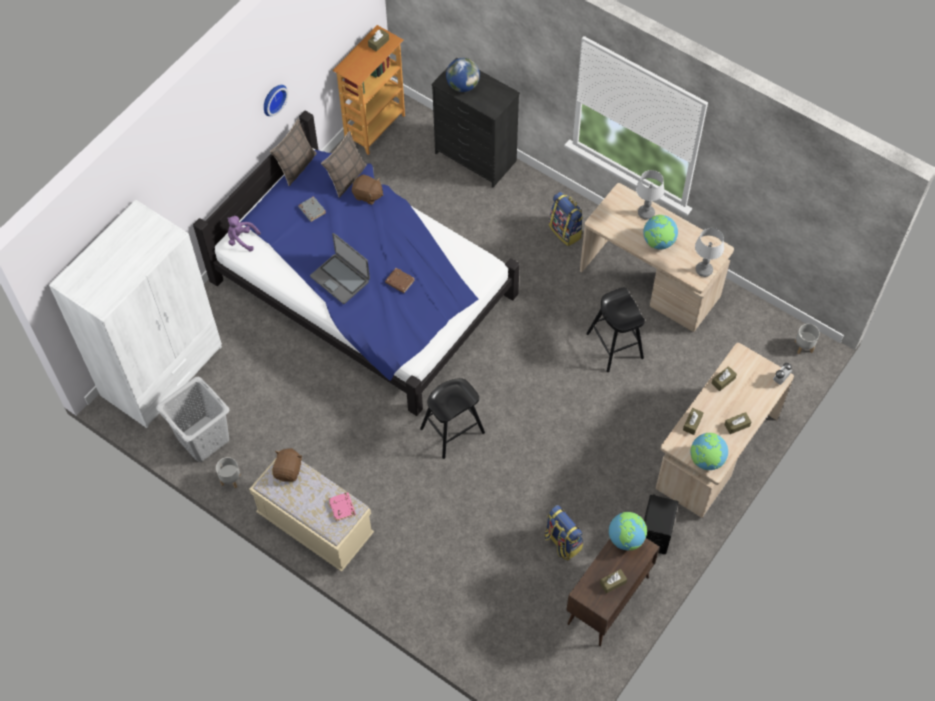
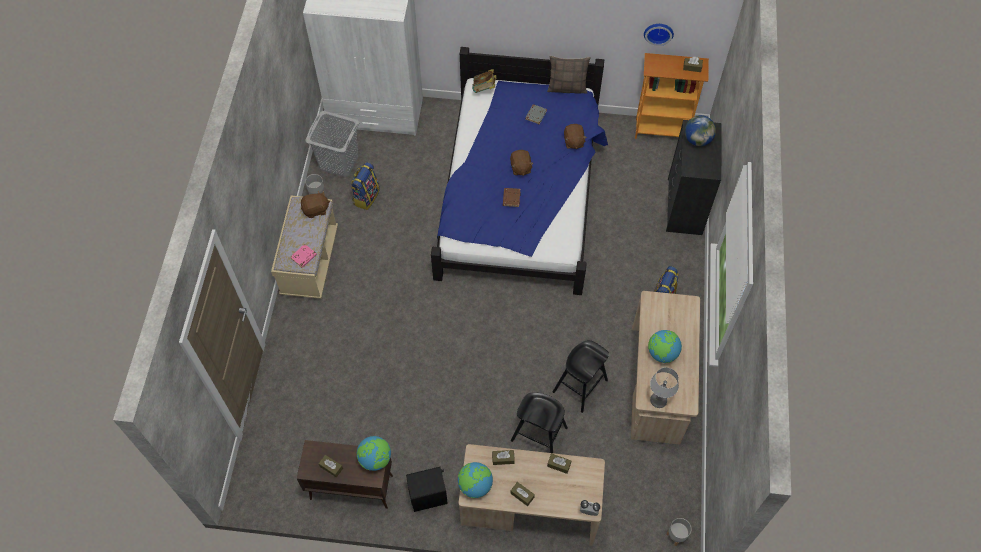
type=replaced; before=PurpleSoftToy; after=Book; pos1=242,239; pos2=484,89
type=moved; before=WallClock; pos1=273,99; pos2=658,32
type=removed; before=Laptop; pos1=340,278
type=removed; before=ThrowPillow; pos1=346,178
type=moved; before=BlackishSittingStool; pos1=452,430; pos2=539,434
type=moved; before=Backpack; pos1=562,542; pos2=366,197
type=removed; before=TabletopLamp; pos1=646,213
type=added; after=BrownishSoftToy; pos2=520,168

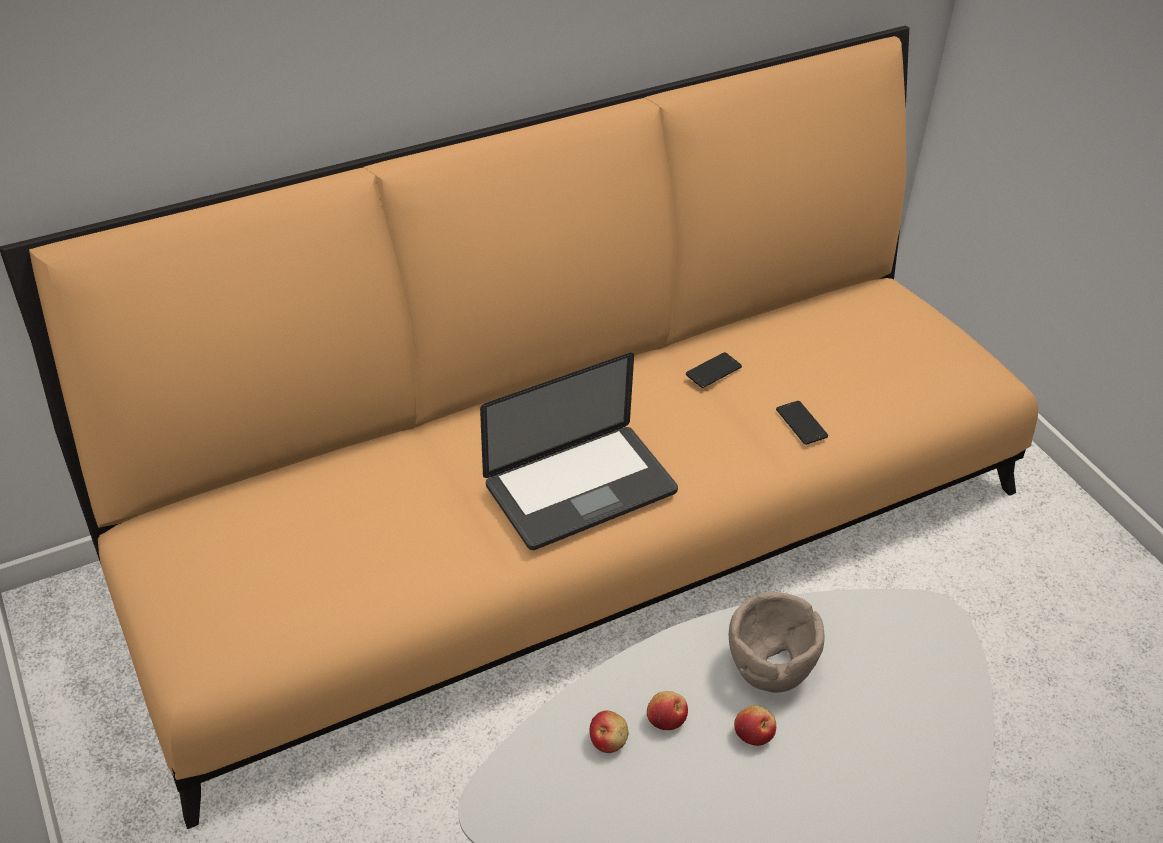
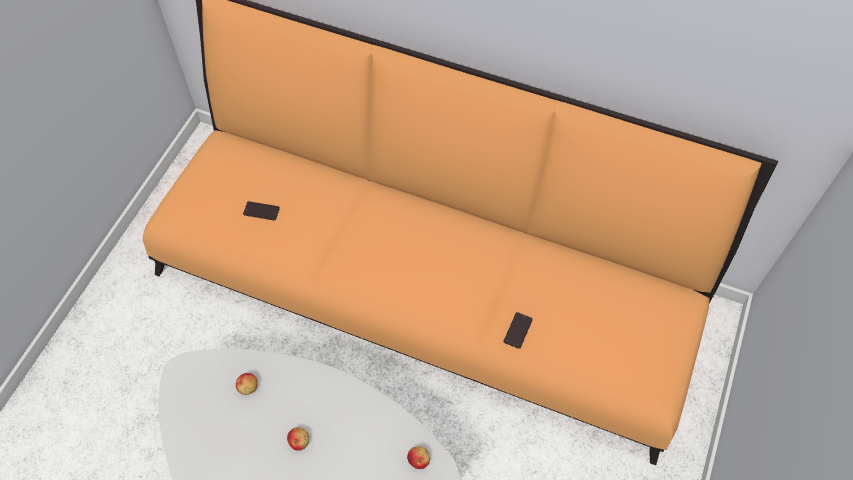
type=removed; before=Laptop; pos1=580,489
type=moved; before=WholeApple; pos1=666,719; pos2=419,460
type=moved; before=Phone; pos1=713,371; pos2=261,211
type=removed; before=BrownishServingBowl; pos1=770,666

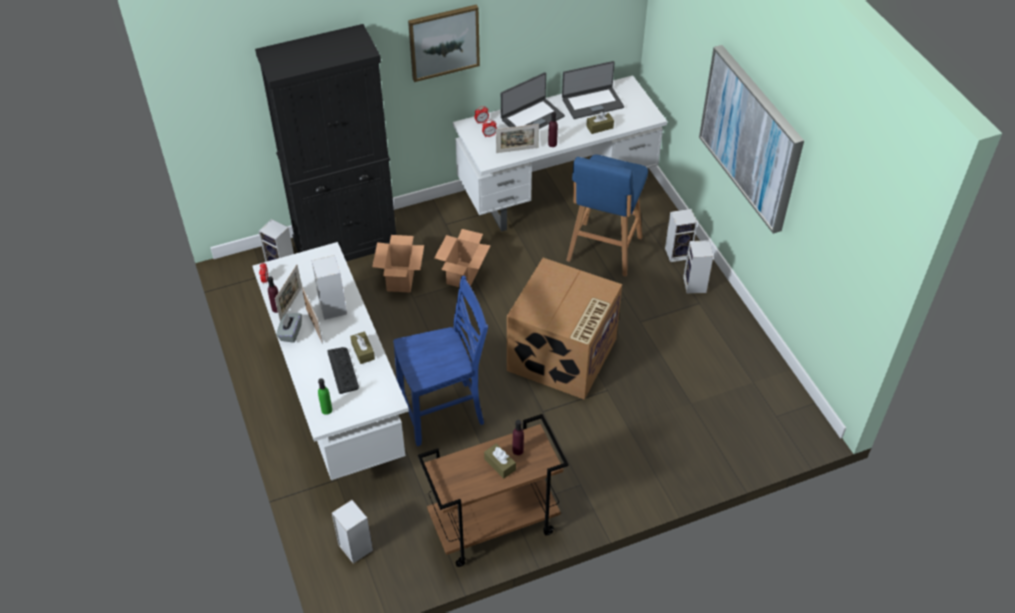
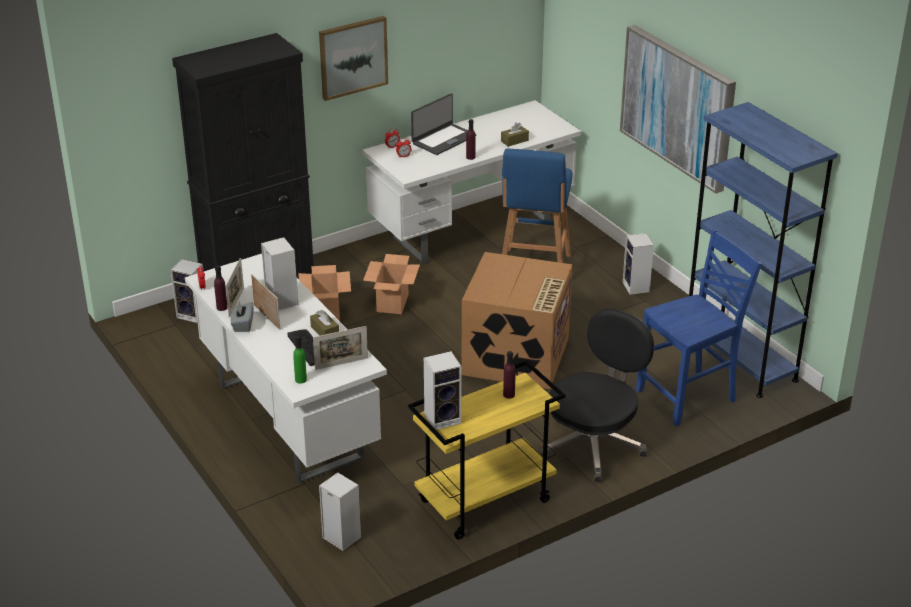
type=moved; before=BlueColouredPlainChair; pos1=443,412; pos2=689,397
type=recoloured; before=BrownishCart; after=YellowishCart; pos1=493,526; pos2=484,502
type=removed; before=BrownishBoxOfTissues; pos1=500,464
type=moved; before=PictureFrame; pos1=517,150; pos2=341,364
type=removed; before=Laptop; pos1=592,103
type=moved; before=AudioSpeaker; pos1=678,253; pos2=443,418
type=added; after=BlackishDeskChair; pos2=593,445
type=added; after=BlueColouredBookcase; pos2=739,359

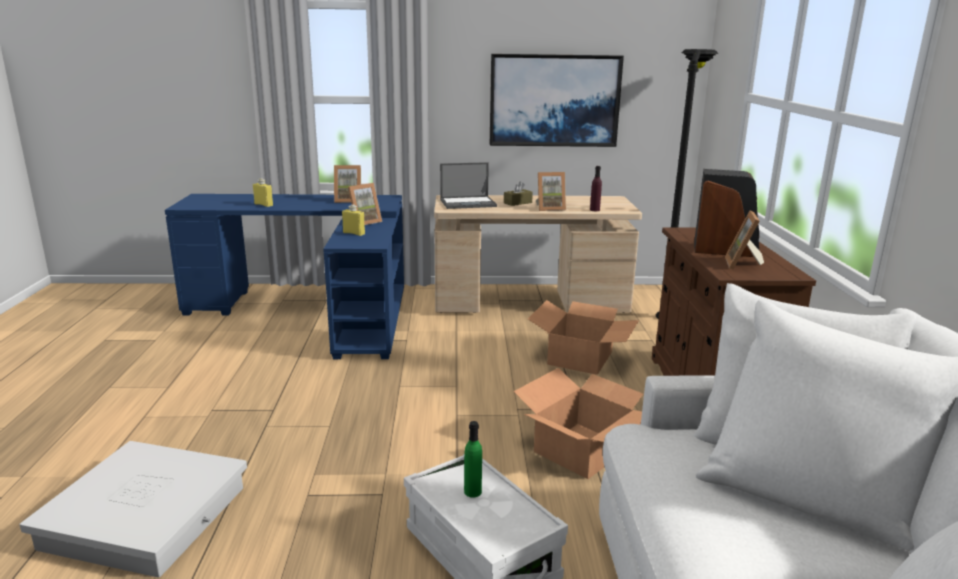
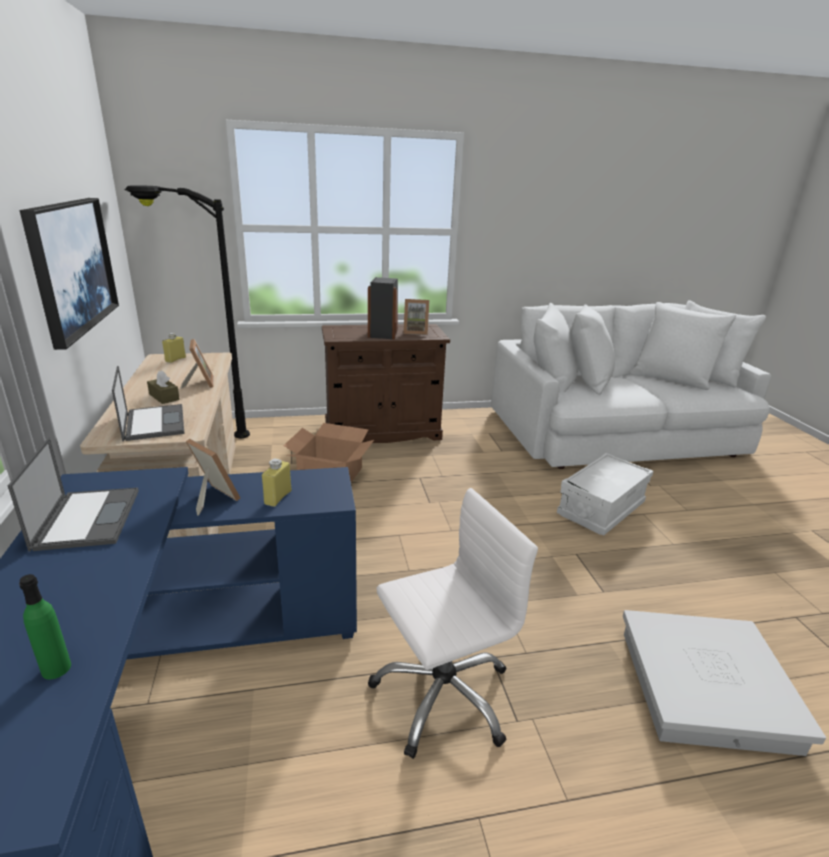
type=moved; before=YellowishDrinkBottle; pos1=263,205; pos2=175,359
type=replaced; before=PictureFrame; after=Laptop; pos1=348,200; pos2=87,518
type=moved; before=GreenDrinkBottle; pos1=472,492; pos2=56,668
type=removed; before=PackingBox; pos1=583,450
type=removed; before=PurpleDrinkBottle; pos1=594,210
type=added; after=WhitishDeskChair; pos2=442,694

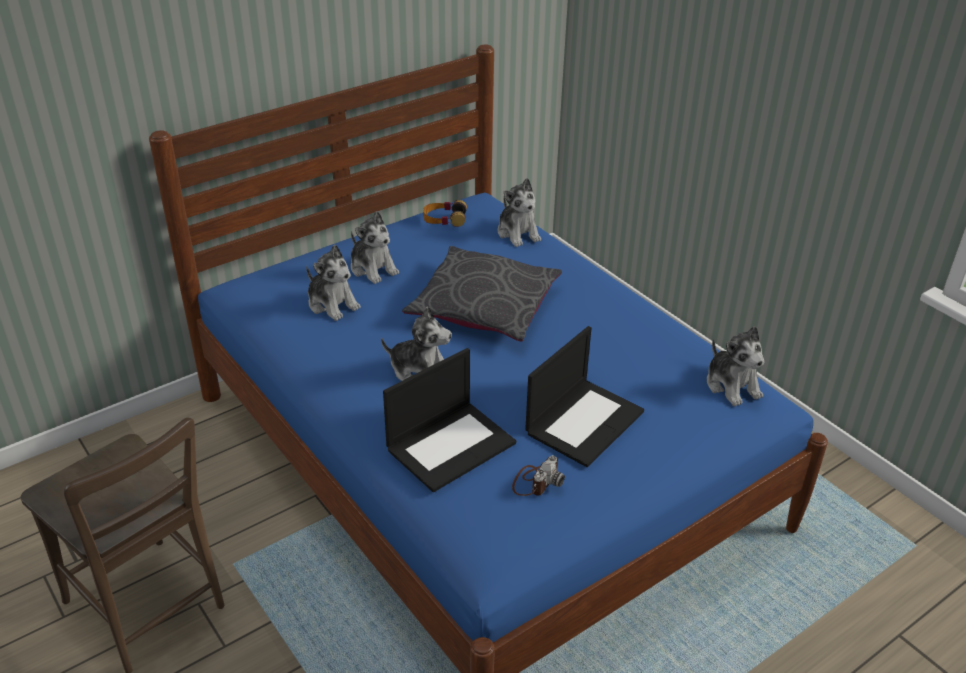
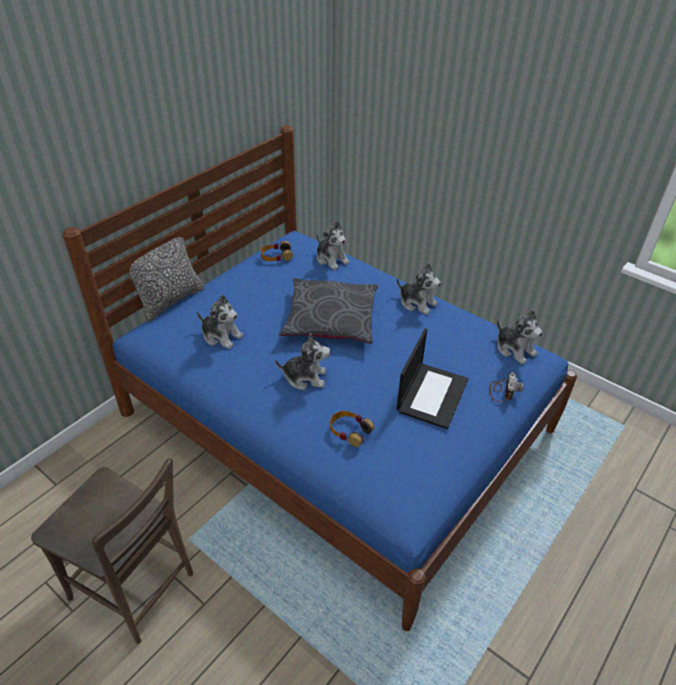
type=moved; before=SoftToy; pos1=373,268; pos2=417,303
type=replaced; before=Laptop; after=PairOfHeadphones; pos1=451,445; pos2=349,431
type=moved; before=PhotoCamera; pos1=536,481; pos2=503,391
type=added; after=ThrowPillow; pos2=170,300

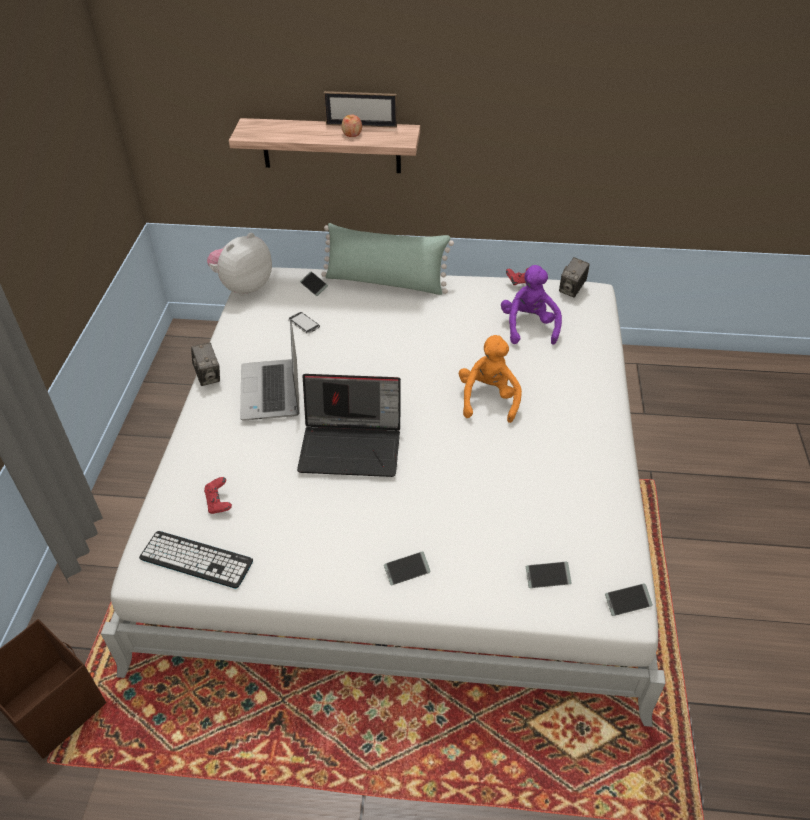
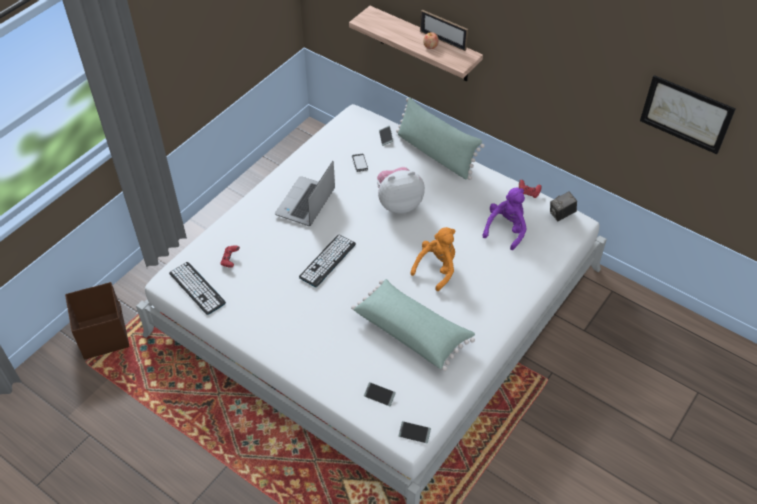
type=removed; before=PhotoCamera; pos1=208,376
type=moved; before=SoftToy; pos1=243,286; pos2=398,203
type=replaced; before=Laptop; after=Keyboard; pos1=352,446; pos2=327,261
type=removed; before=Phone; pos1=407,571
type=added; after=GreenThrowPillow; pos2=412,331
type=added; after=WallPicture; pos2=686,114

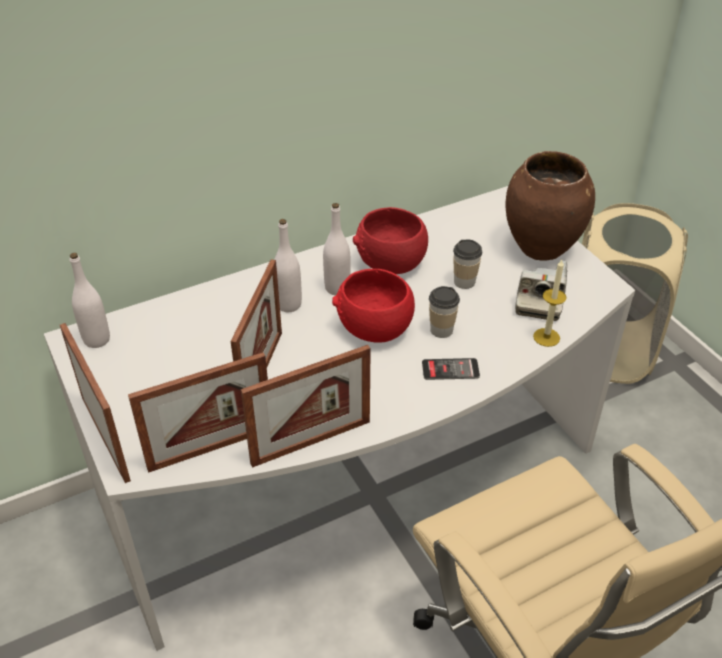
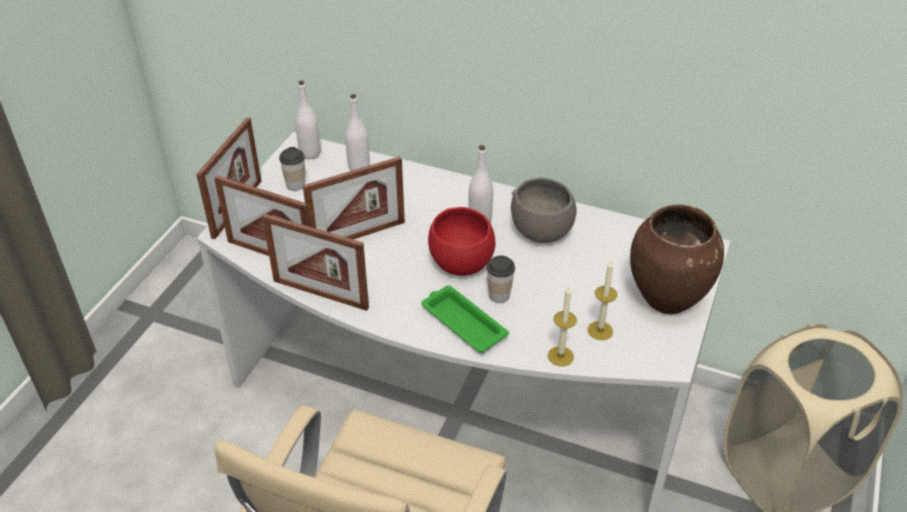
type=moved; before=WhitishDrinkBottle; pos1=288,305; pos2=359,168
type=recoloured; before=RedColouredServingBowl; after=GreyServingBowl; pos1=390,263; pos2=540,230
type=replaced; before=Phone; after=GreenCarryingTray; pos1=450,370; pos2=462,322
type=moved; before=DrinkingCup; pos1=464,282; pos2=295,185
type=replaced; before=PhotoCamera; after=WaxLight; pos1=539,300; pos2=600,330

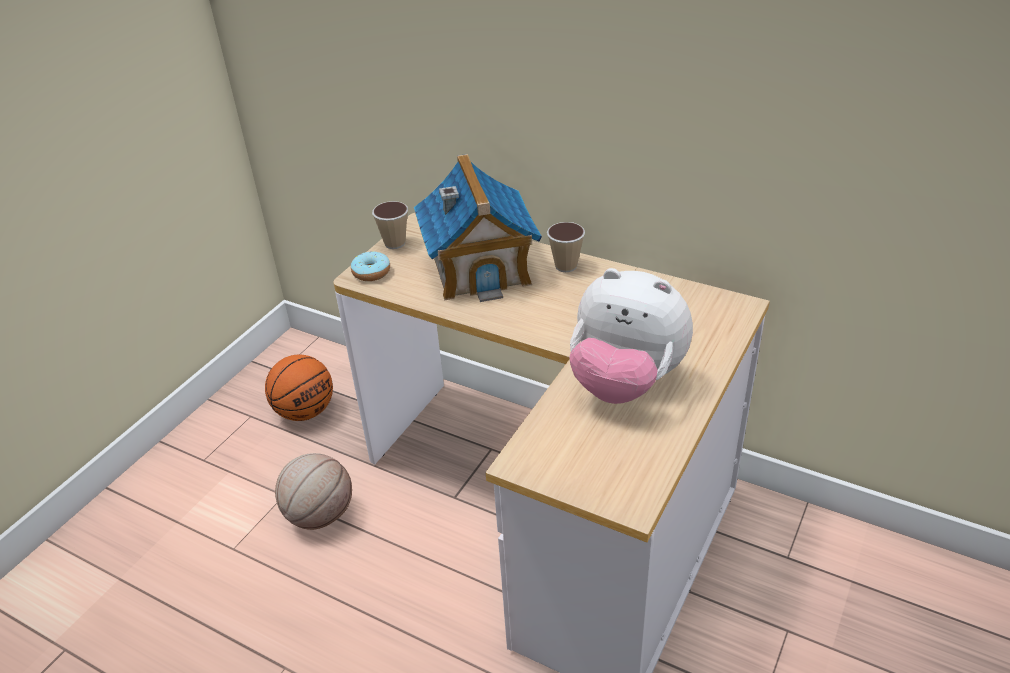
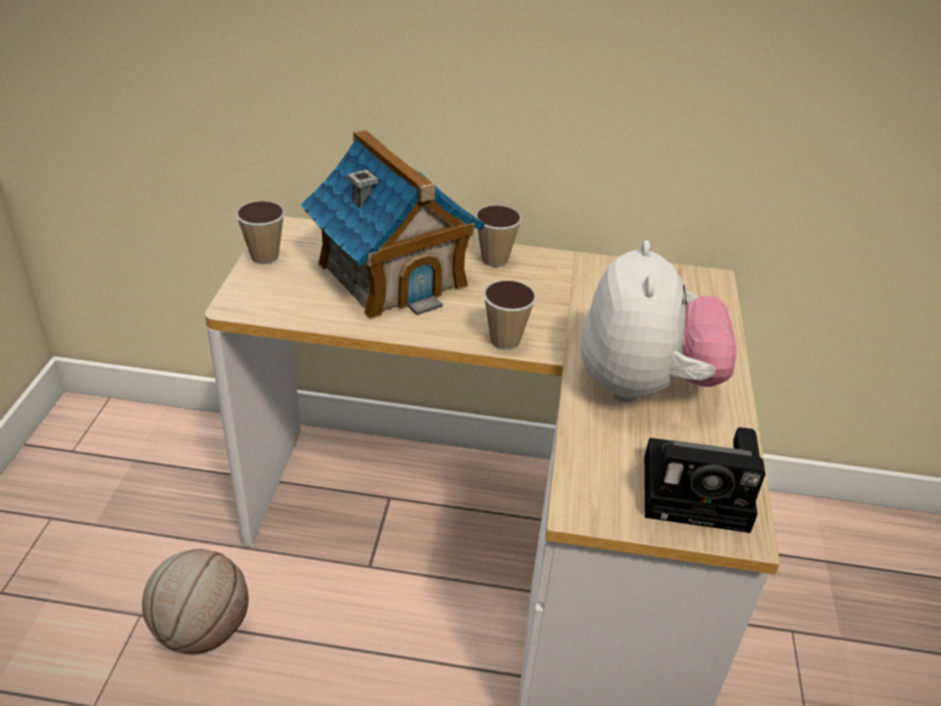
type=removed; before=Basketball; pos1=305,411
type=removed; before=Donut; pos1=371,272
type=turned; before=SoftToy; pos1=625,383; pos2=644,386; turn=-90
type=added; after=DrinkingCup; pos2=505,340
type=added; after=PhotoCamera; pos2=700,493

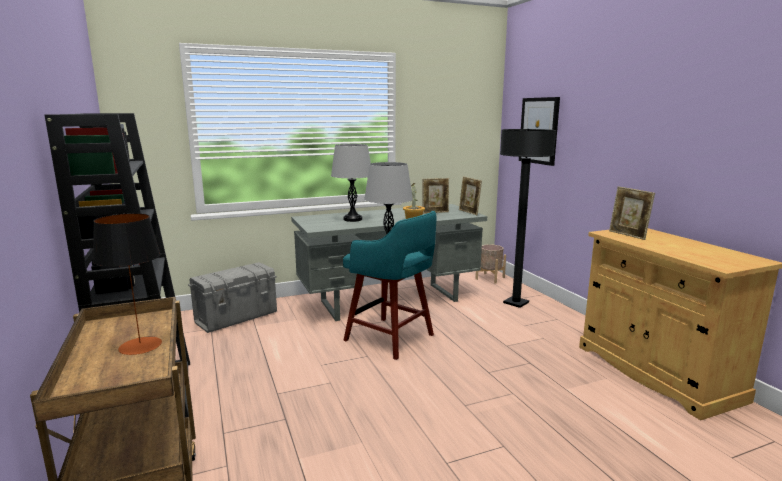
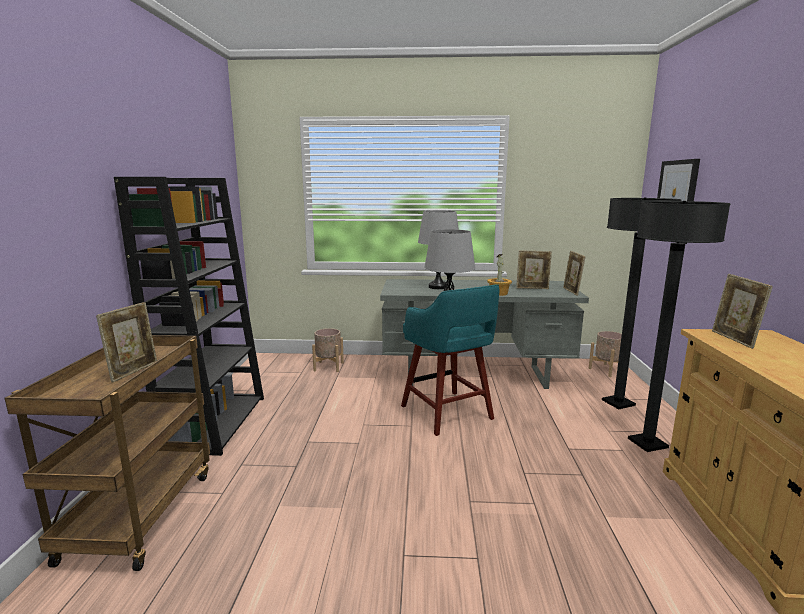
type=replaced; before=TabletopLamp; after=PictureFrame; pos1=140,346; pos2=134,371
type=replaced; before=GreyStorageBin; after=BeigeColouredPlanter; pos1=237,317; pos2=328,366
type=added; after=BlackishStandingLamp; pos2=647,443

